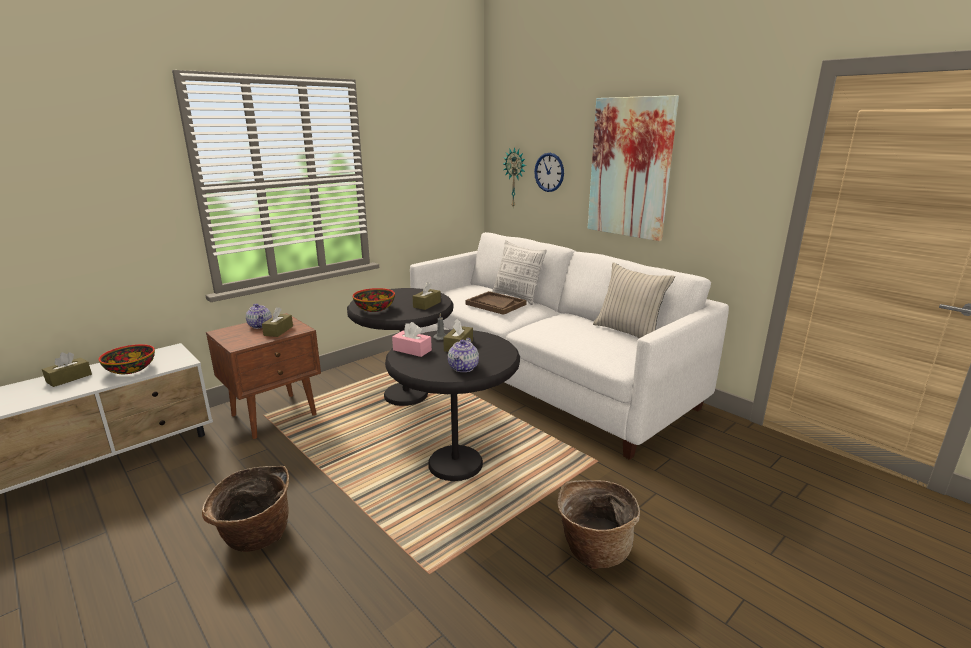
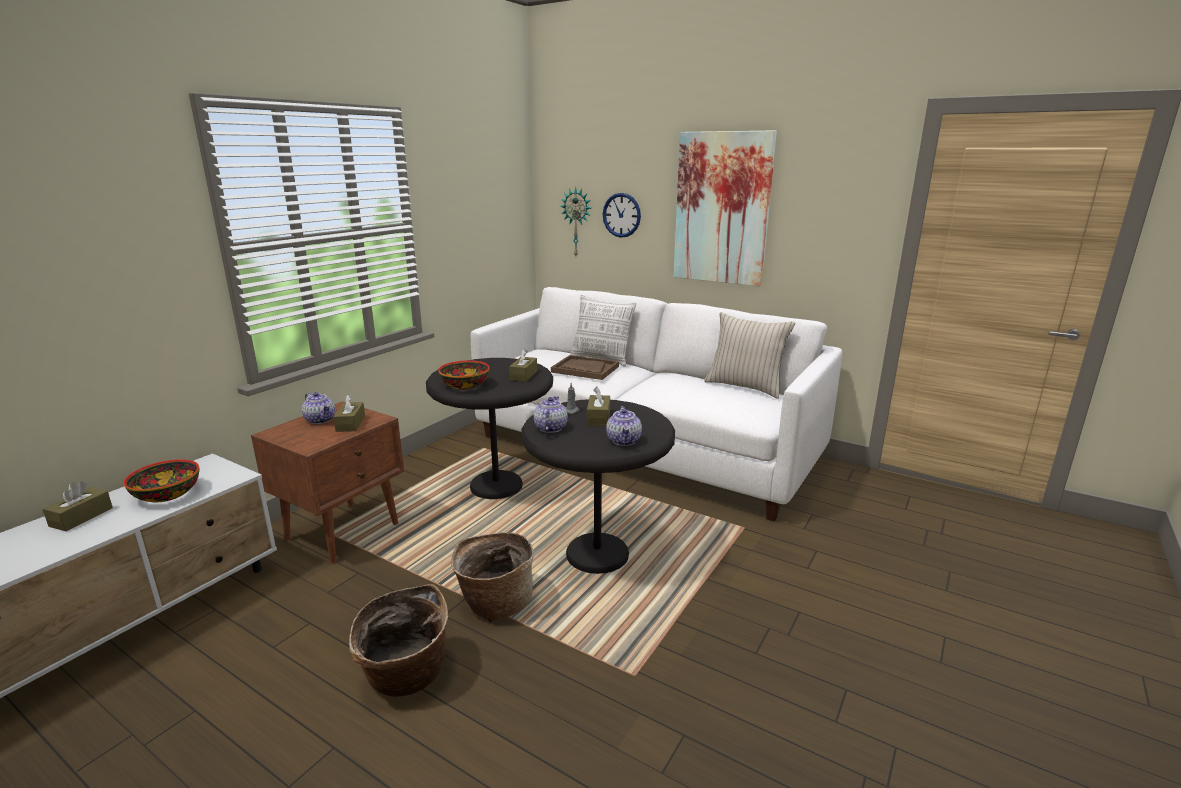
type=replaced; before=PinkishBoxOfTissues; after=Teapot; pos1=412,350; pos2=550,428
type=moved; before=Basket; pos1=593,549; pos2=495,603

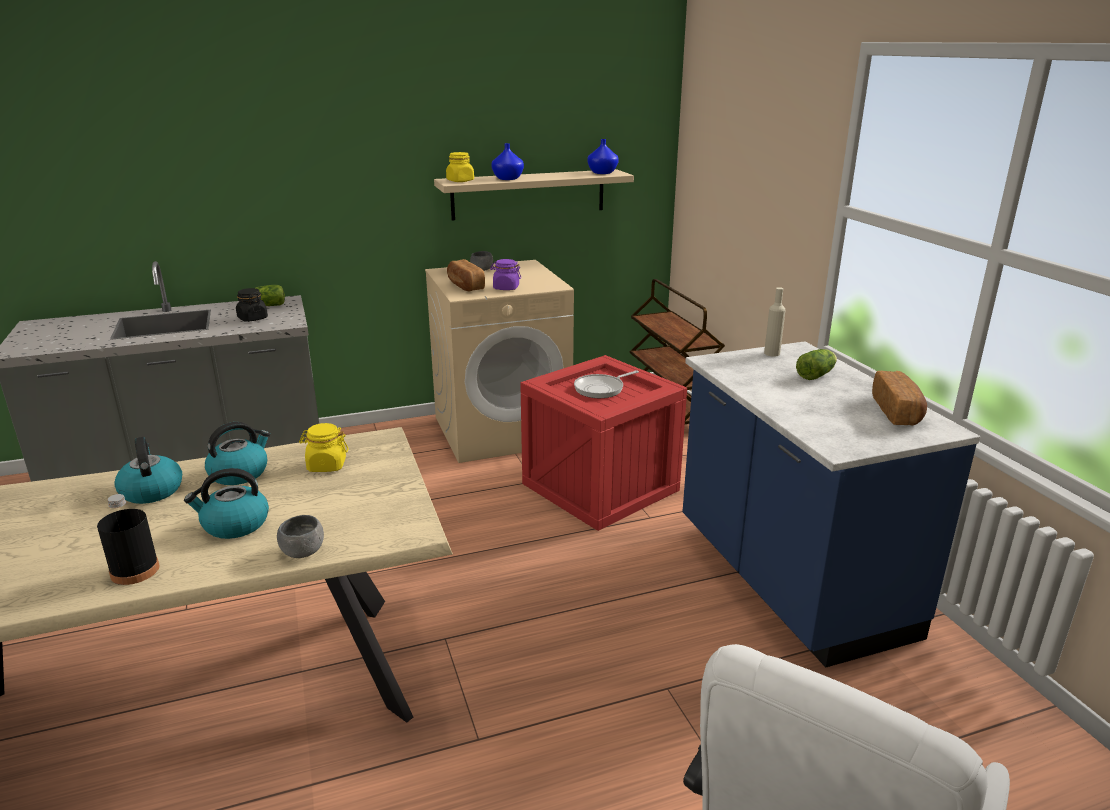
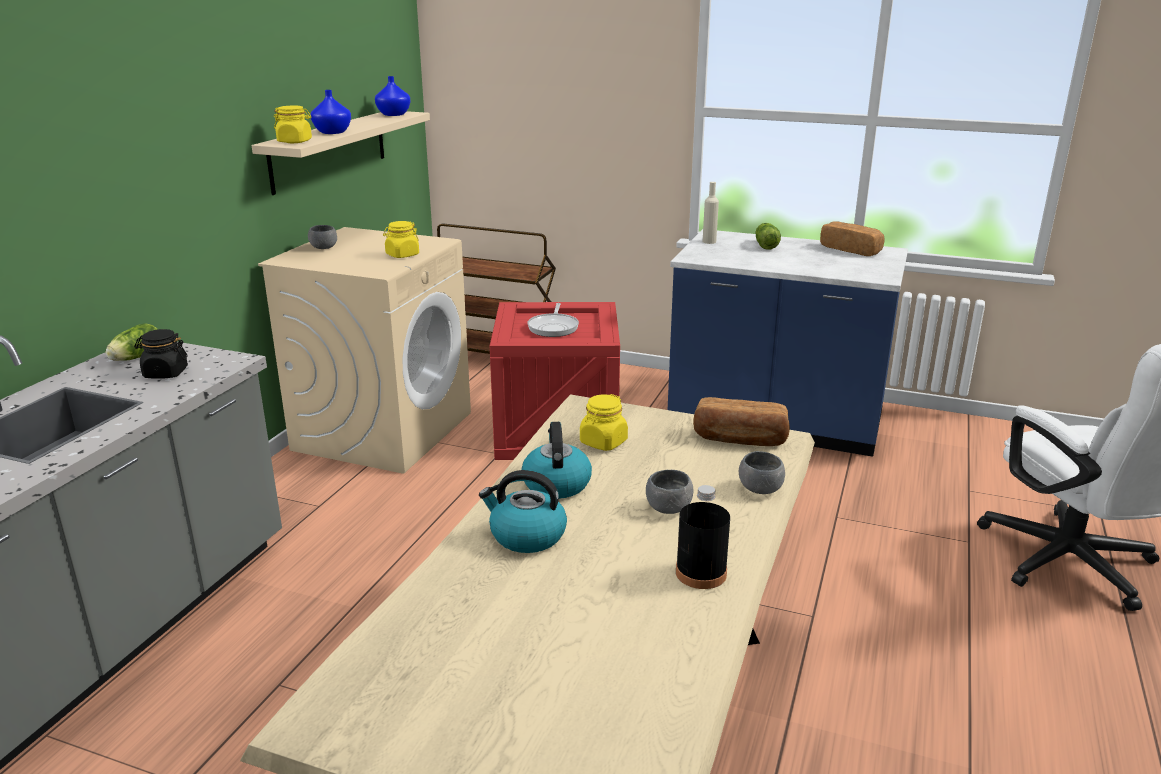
type=replaced; before=Kettle; after=GreyServingBowl; pos1=234,525; pos2=668,508
type=moved; before=Bread; pos1=465,286; pos2=740,439
type=recoloured; before=PurplePreserveJar; after=YellowishPreserveJar; pos1=506,288; pos2=402,255

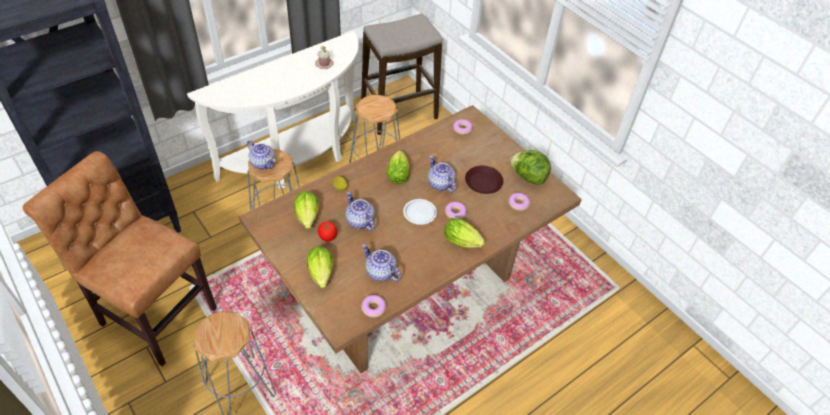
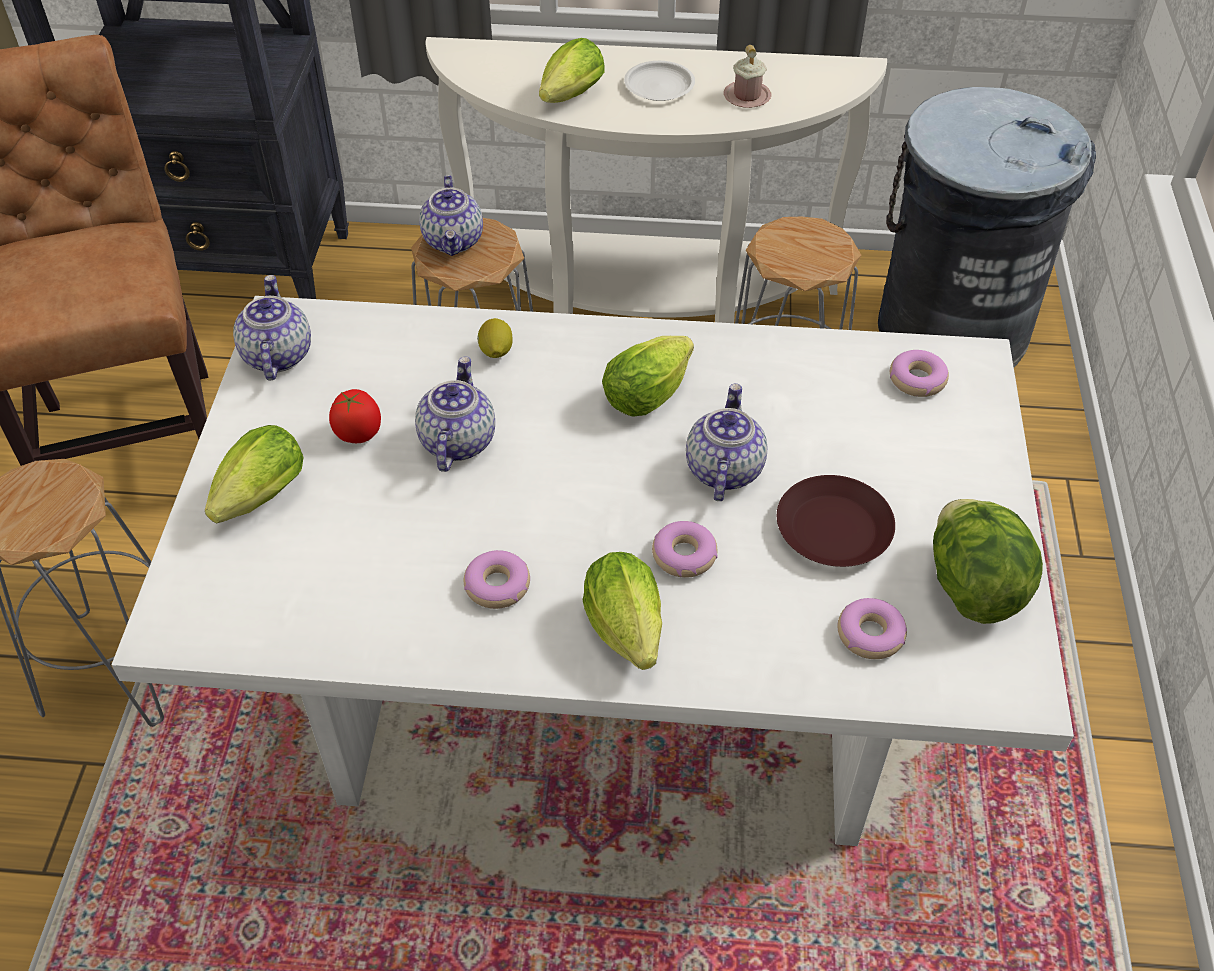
type=recoloured; before=BrownishDiningTable; after=WhitishDiningTable; pos1=408,289; pos2=604,704
type=moved; before=HeadOfLettuce; pos1=307,219; pos2=568,98
type=replaced; before=SittingStool; after=GreyWasteBin; pos1=398,112; pos2=951,327
type=moved; before=Donut; pos1=373,308; pos2=497,586
type=moved; before=Teapot; pos1=380,272; pos2=276,355
type=moved; before=WhitishFlatDish; pos1=420,213; pos2=659,86

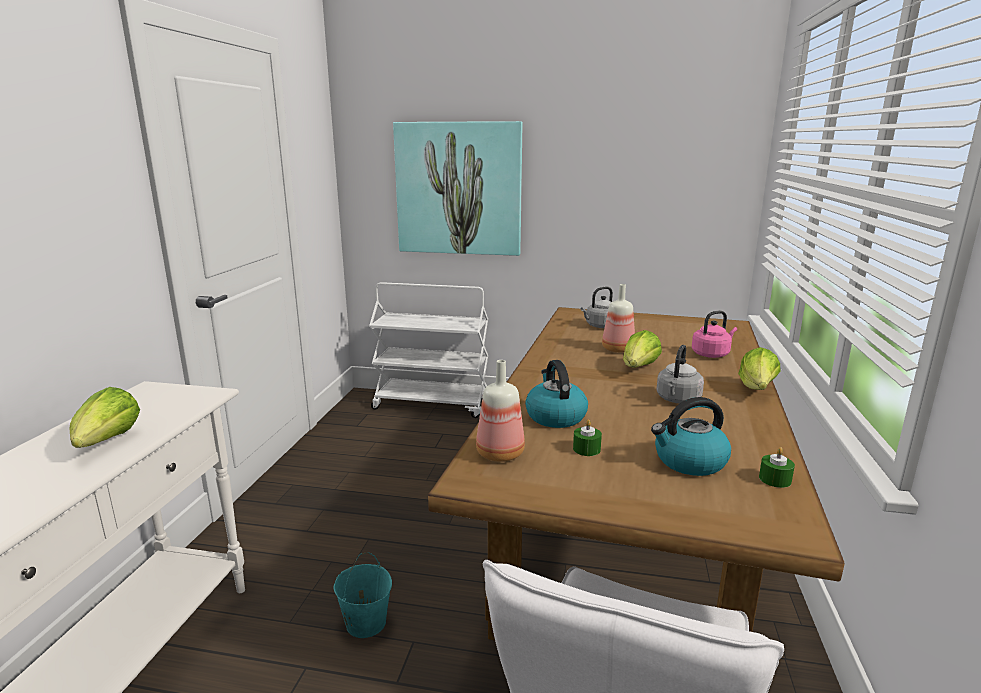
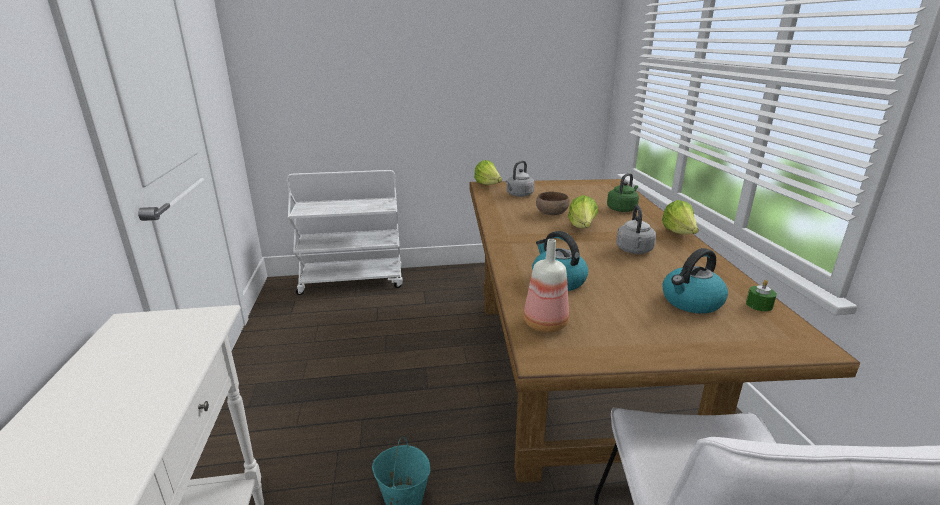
type=moved; before=HeadOfLettuce; pos1=107,442; pos2=488,185
type=removed; before=WallPicture; pos1=459,189
type=removed; before=GreenWaxLight; pos1=586,449
type=replaced; before=DrinkBottle; after=BrownishServingBowl; pos1=618,350; pos2=552,214
type=recoloured; before=PinkishKettle; after=GreenKettle; pos1=711,354; pos2=622,209

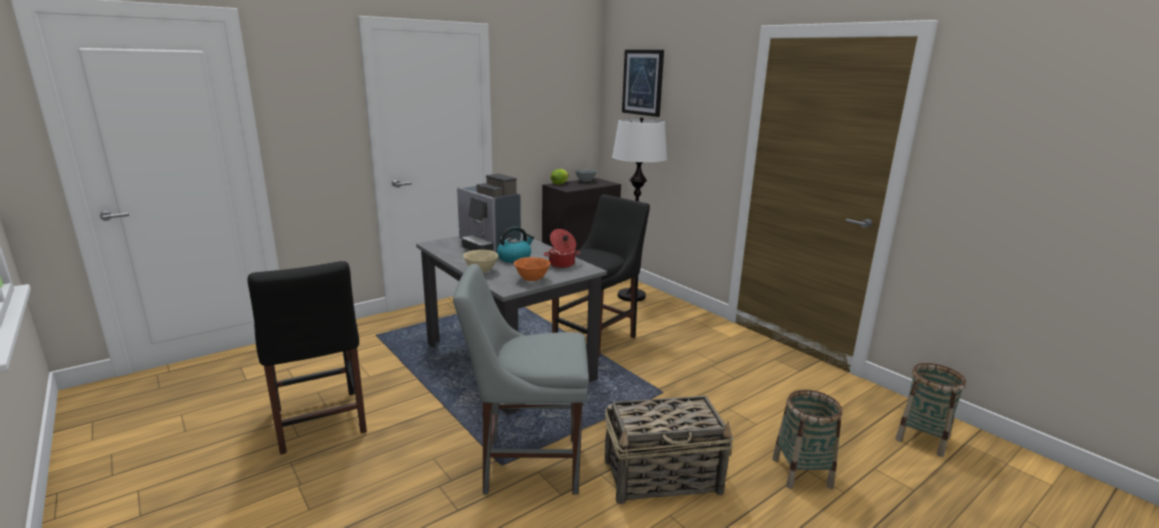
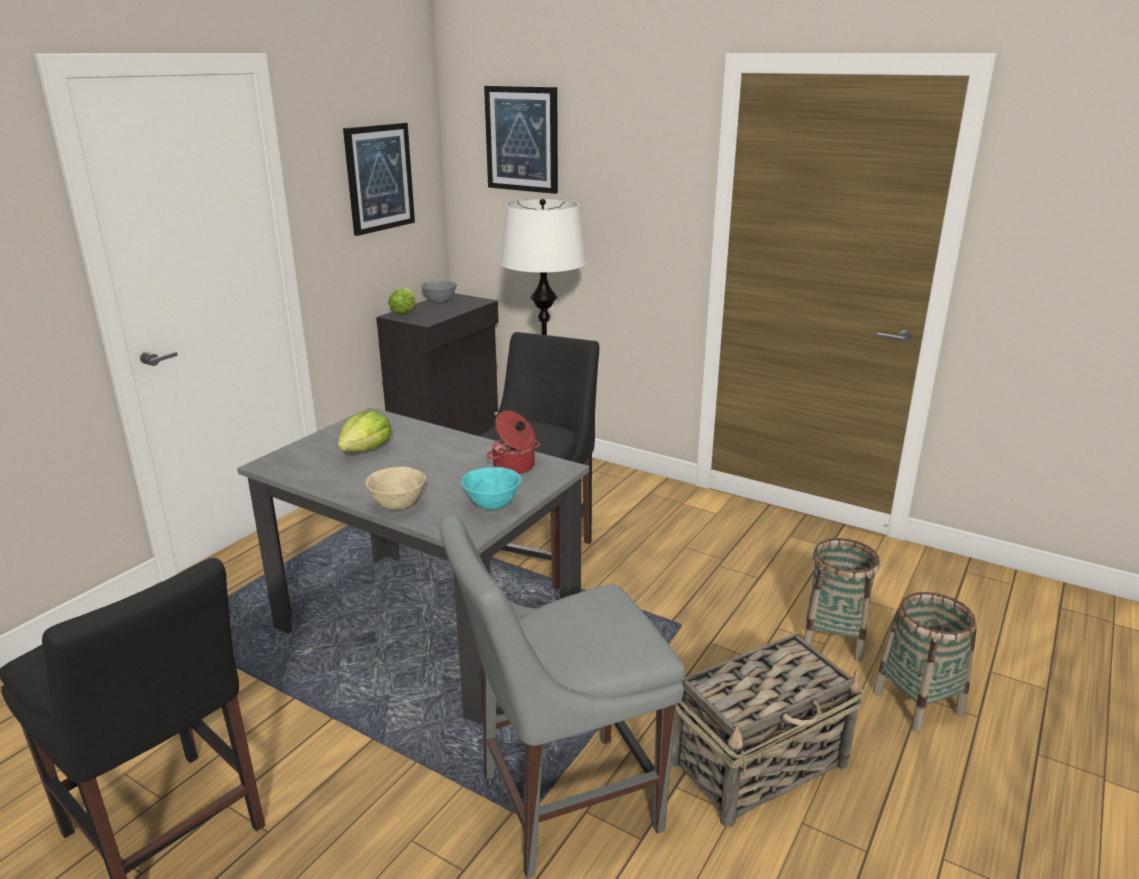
type=replaced; before=CoffeeBrewer; after=HeadOfLettuce; pos1=488,245; pos2=366,449
type=removed; before=Kettle; pos1=514,258
type=recoloured; before=OrangeServingBowl; after=BlueGreenServingBowl; pos1=532,279; pos2=492,505
type=moved; before=Basket; pos1=922,438; pos2=833,639
type=added; after=WallPicture; pos2=379,178

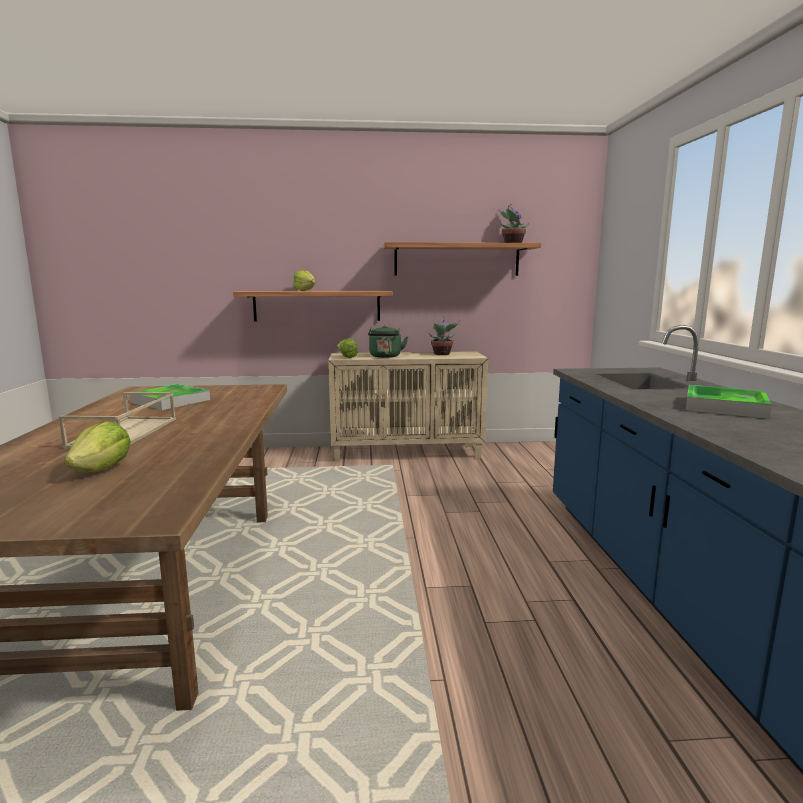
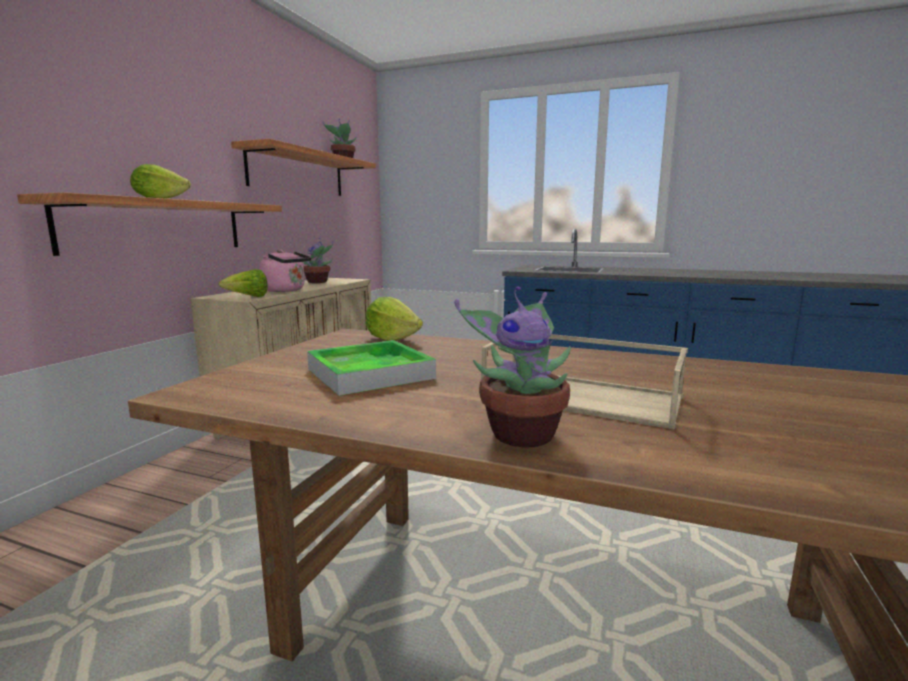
type=moved; before=HeadOfLettuce; pos1=103,469; pos2=392,339
type=recoloured; before=GreenKettle; after=PinkishKettle; pos1=385,356; pos2=286,290
type=removed; before=CarryingTray; pos1=725,407
type=added; after=Houseplant; pos2=520,433

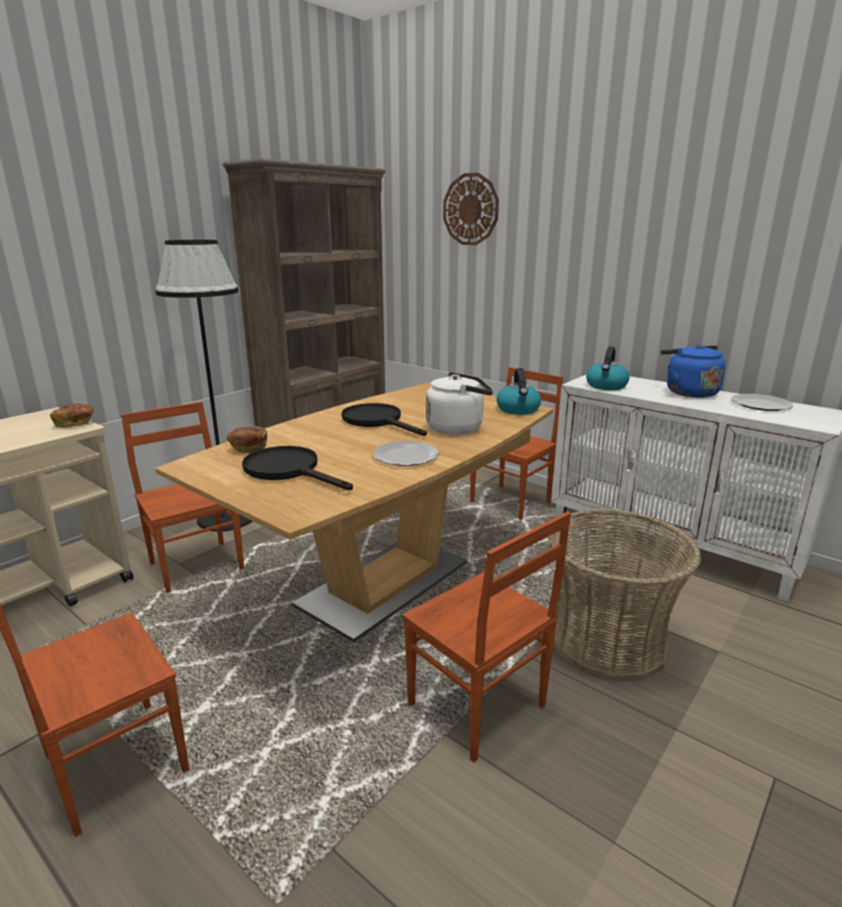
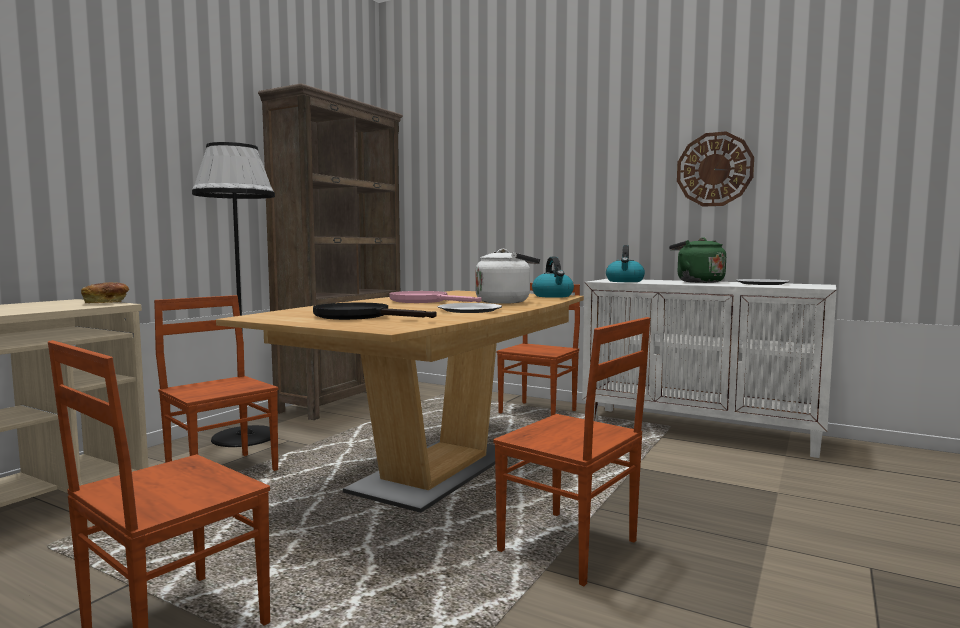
type=removed; before=Bread; pos1=248,448
type=recoloured; before=BlackishSkillet; after=PinkishSkillet; pos1=377,421; pos2=425,301
type=moved; before=WallClock; pos1=470,209; pos2=714,169
type=removed; before=Basket; pos1=607,642
type=recoloured; before=BlueColouredKettle; after=GreenKettle; pos1=688,392; pos2=697,282

